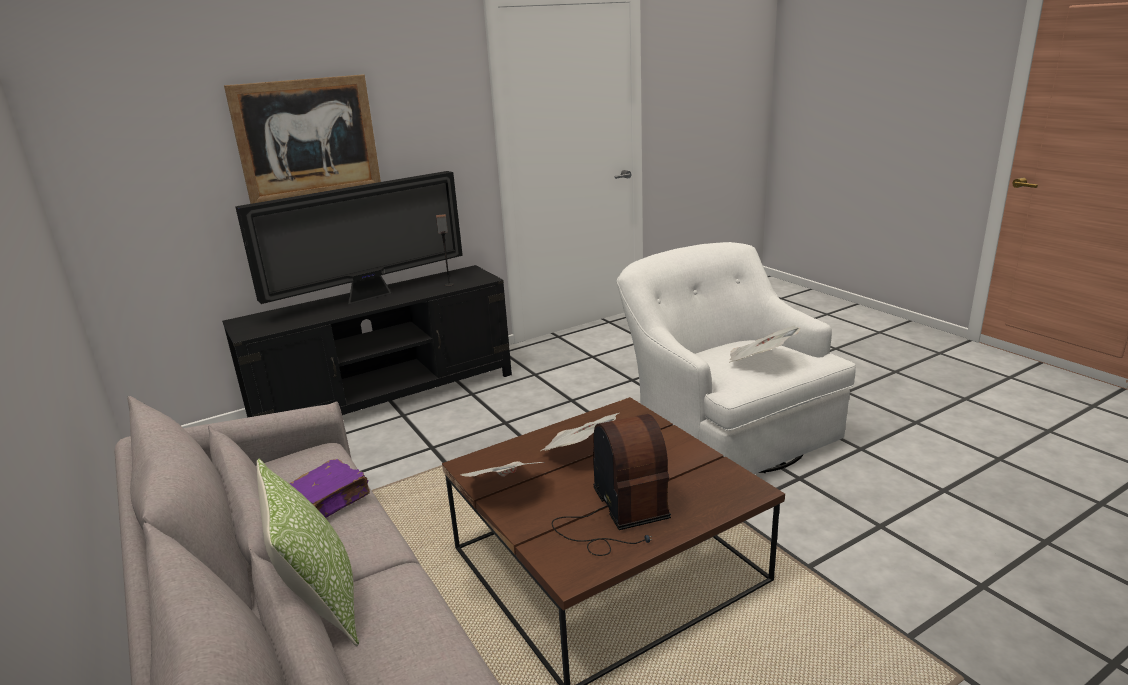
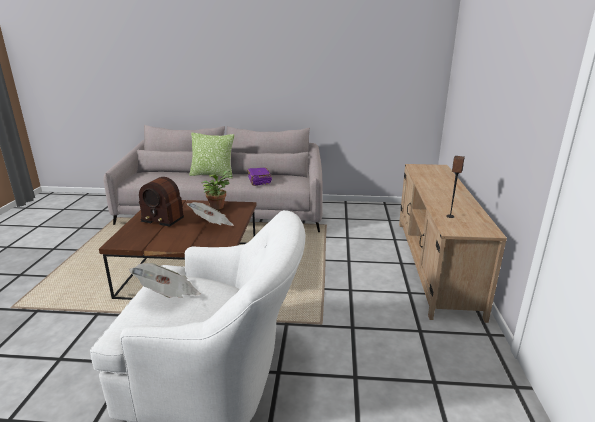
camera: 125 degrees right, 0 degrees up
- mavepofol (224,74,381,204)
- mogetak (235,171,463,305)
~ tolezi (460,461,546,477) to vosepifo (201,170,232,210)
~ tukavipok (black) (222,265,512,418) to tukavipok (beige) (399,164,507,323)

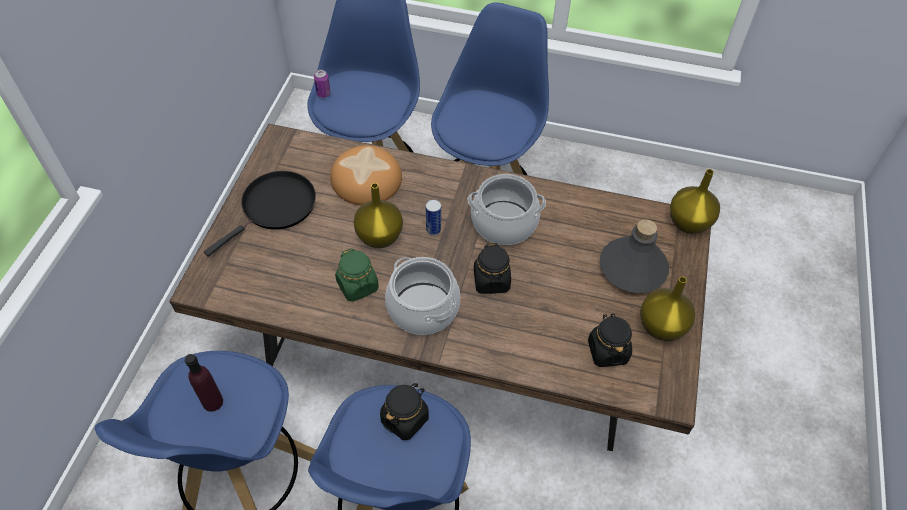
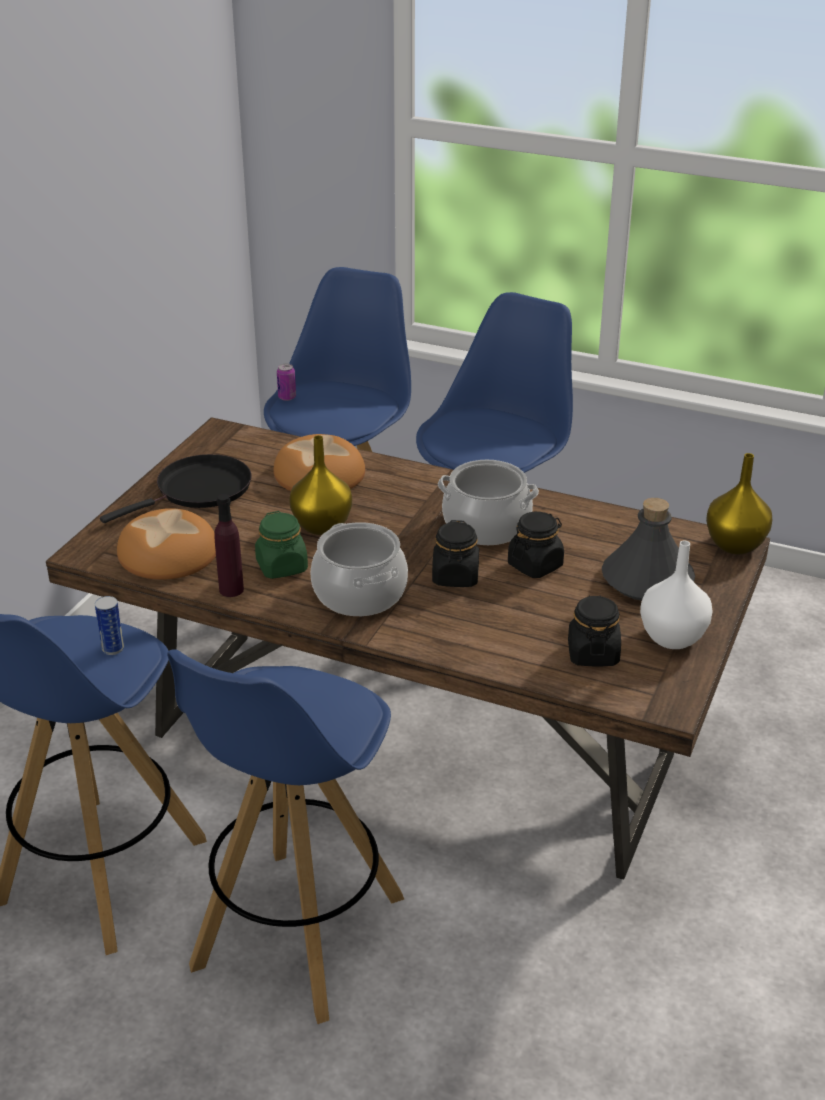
camera: 10 degrees right, 20 degrees down
+ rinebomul (117,508,216,580)
~ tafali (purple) (185,354,223,412) to (214,494,244,597)
~ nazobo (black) (380,383,429,440) to (508,512,564,578)
~ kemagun (426,200,441,236) to (95,596,124,655)
~ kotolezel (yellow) (640,276,695,341) to kotolezel (white) (640,540,713,649)

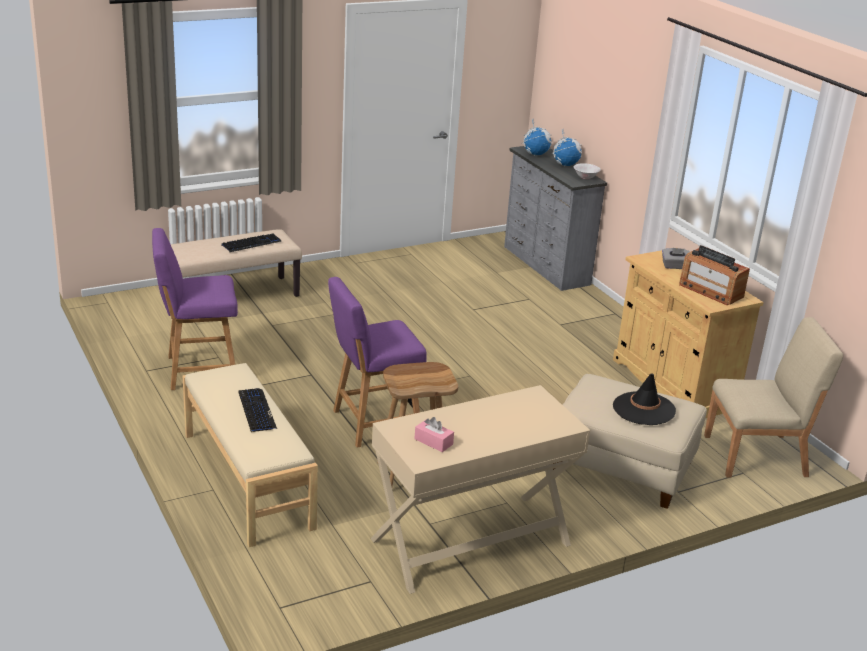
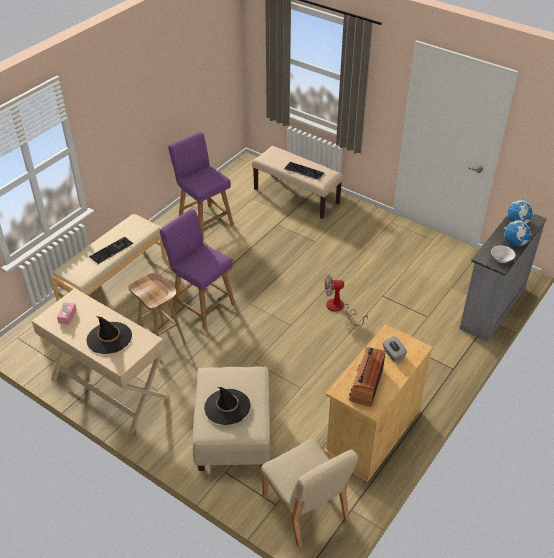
camera: 65 degrees right, 15 degrees up
+ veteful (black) (87,316,132,354)
+ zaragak (325,274,368,326)

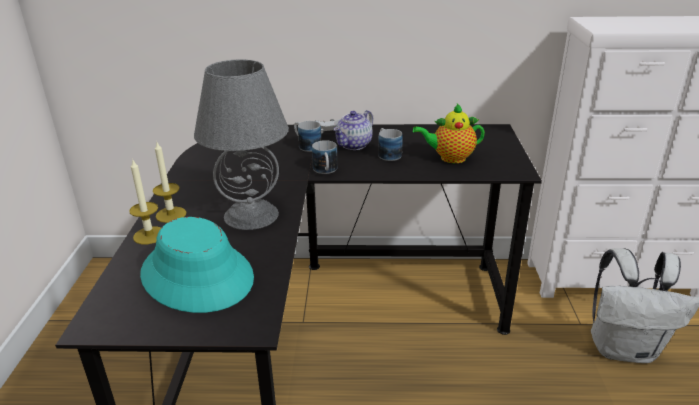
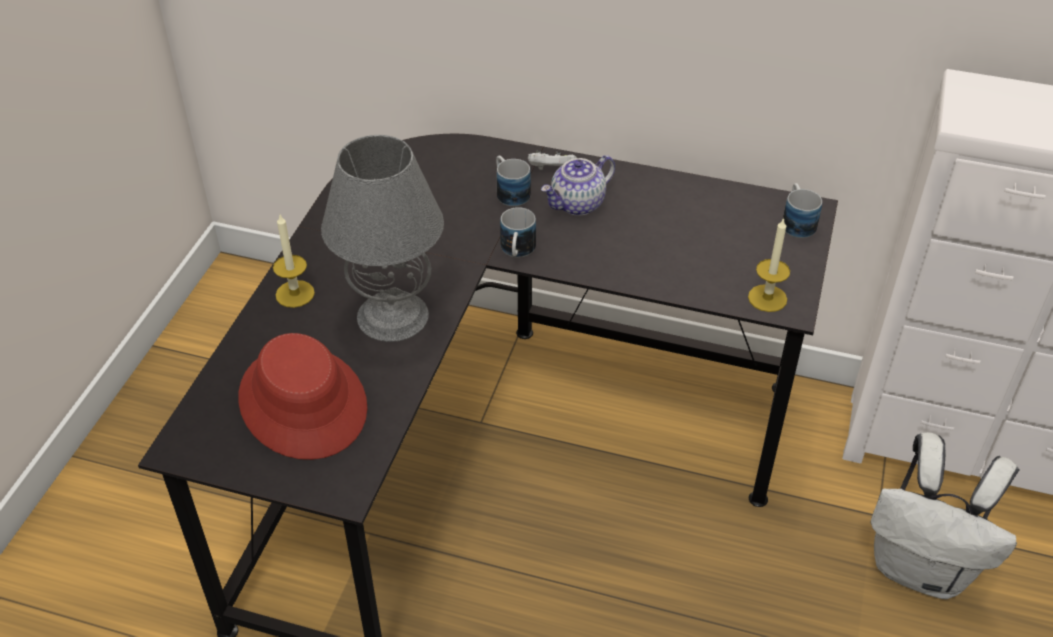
camera: 15 degrees right, 15 degrees up
- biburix (413,104,485,163)
~ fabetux (129,160,161,244) to (748,218,790,312)
~ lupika (378,128,403,161) to (783,183,822,238)
~ veteful (turquoise) (140,217,254,313) to veteful (red) (238,333,367,460)

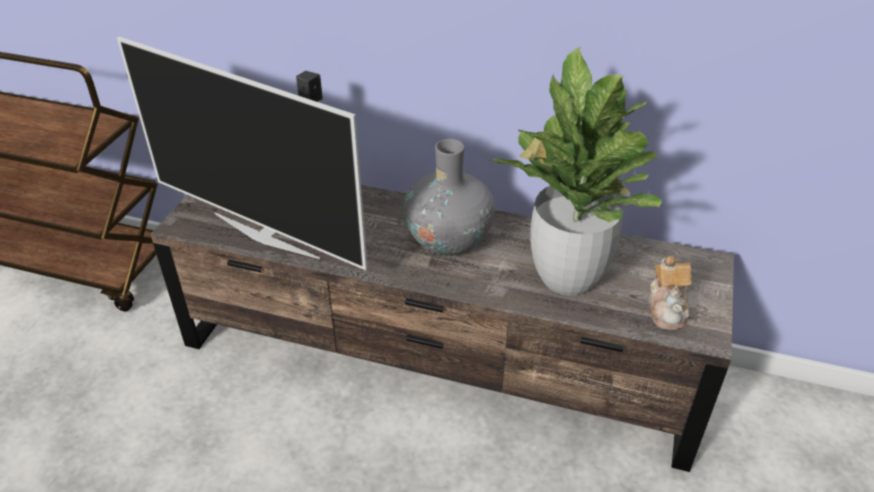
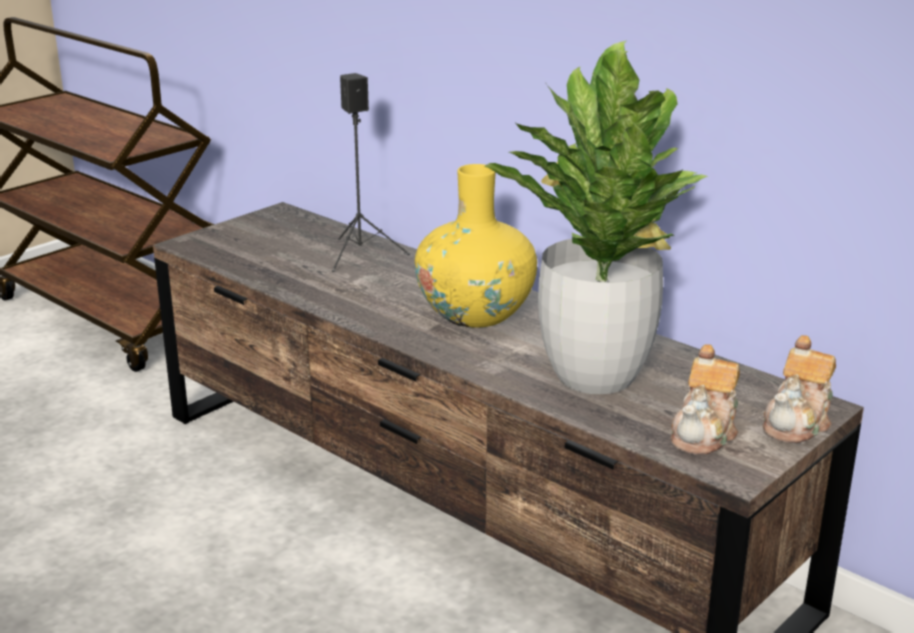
camera: 25 degrees right, 15 degrees down
- mogetak (117,37,368,270)
+ biburix (763,335,836,443)
~ kotolezel (grey) (403,139,495,256) to kotolezel (yellow) (415,164,537,328)

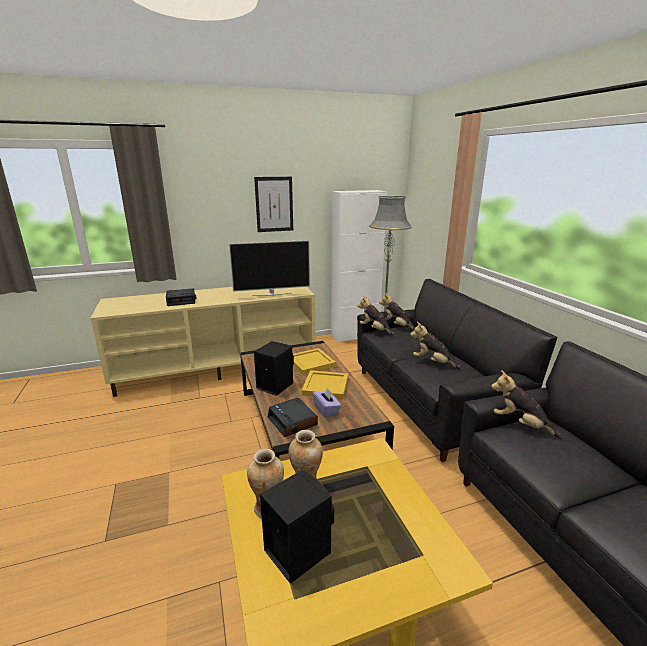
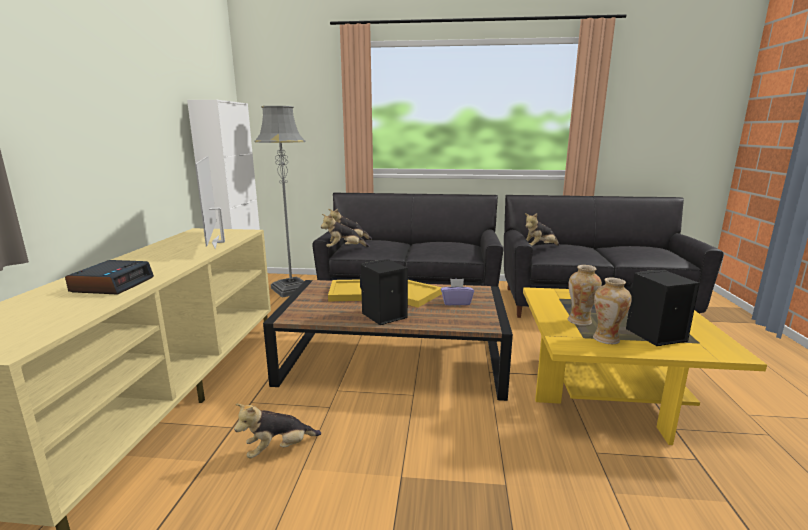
camera: 65 degrees left, 5 degrees down
- mavepofol (254,177,293,232)
- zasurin (268,398,318,437)
~ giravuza (410,322,462,370) to (234,404,321,459)
~ mogetak (229,240,310,296) = (195,156,225,249) 150 degrees clockwise

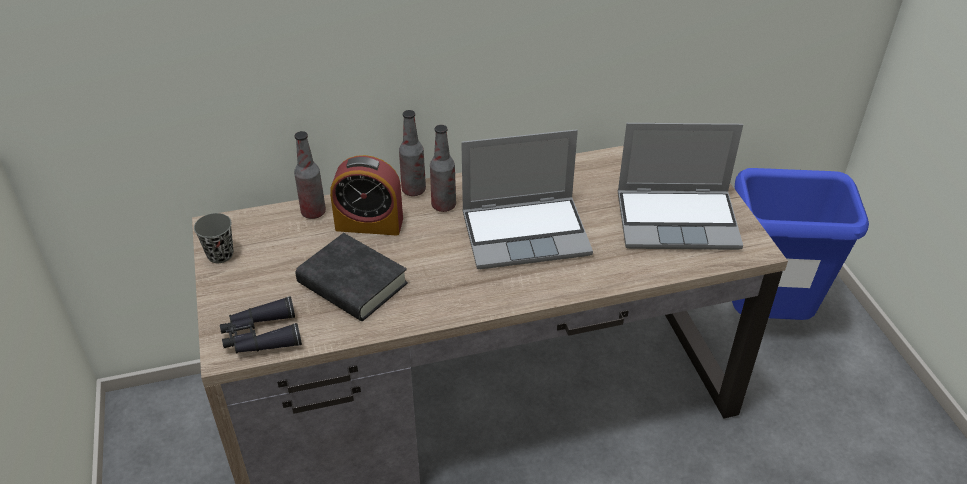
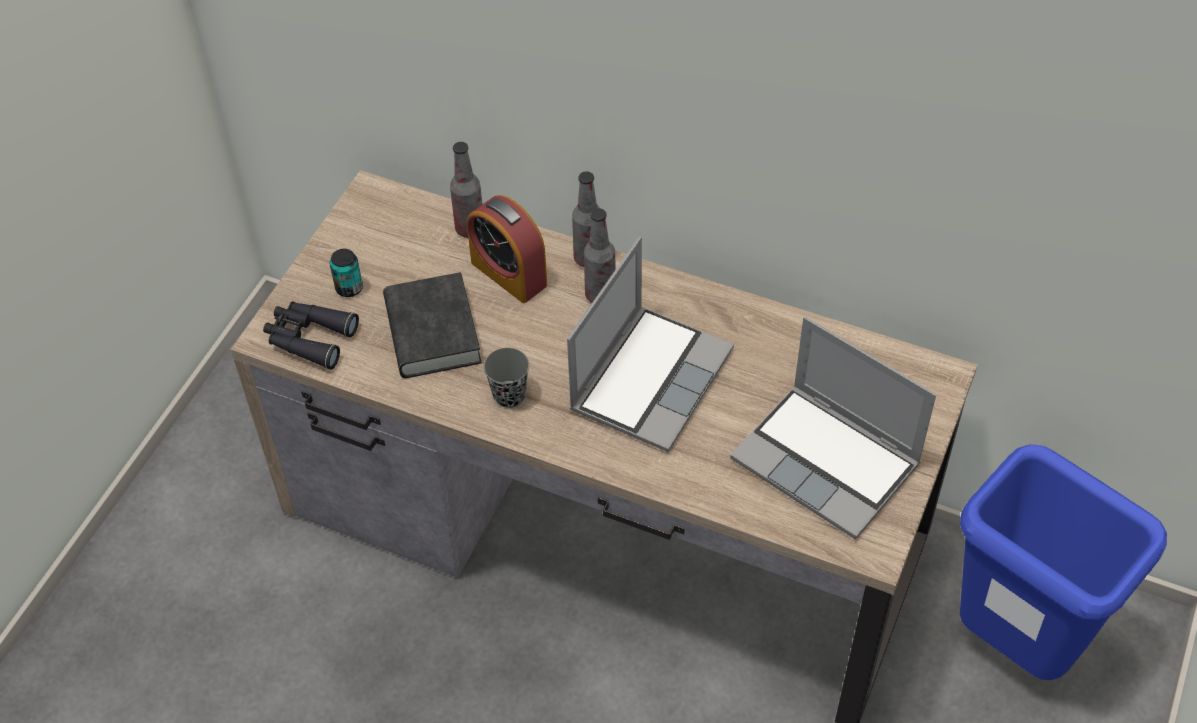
camera: 40 degrees right, 10 degrees up
+ kemagun (330,249,363,297)
~ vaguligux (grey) (194,213,233,263) to (484,347,529,408)
~ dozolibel (461,129,593,269) = (567,237,734,452) 90 degrees counterclockwise

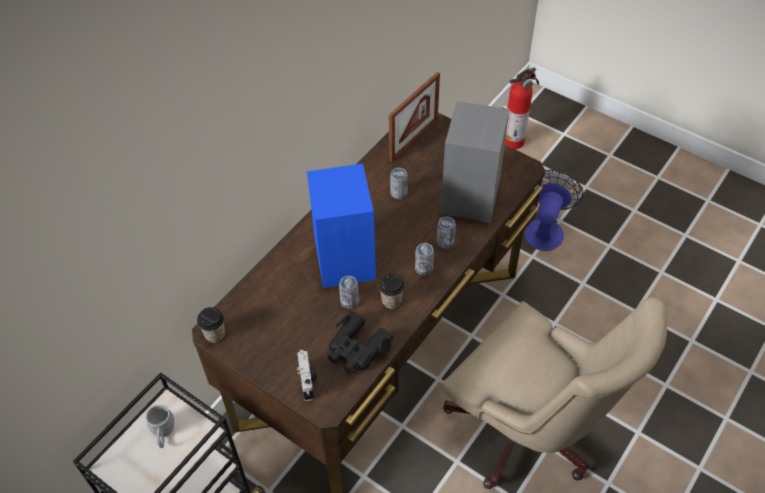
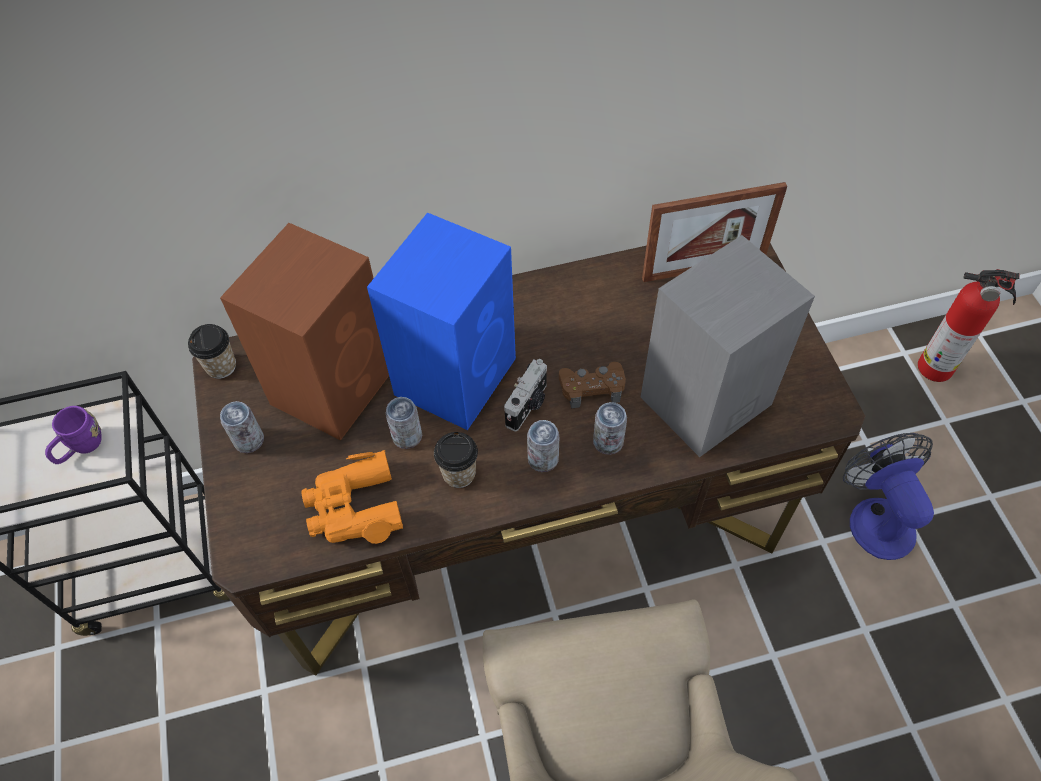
camera: 40 degrees right, 5 degrees up
+ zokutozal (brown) (220,223,389,440)
+ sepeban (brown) (559,362,626,409)
~ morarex (297,350,317,401) to (504,359,547,432)
~ kemagun (390,168,408,199) to (220,401,264,453)
~ lupika (grey) (146,404,174,448) to lupika (purple) (45,406,102,464)
~ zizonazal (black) (328,311,394,373) to zizonazal (orange) (301,450,403,544)
~ zaragak (525,170,583,251) = (843,433,934,560) 75 degrees counterclockwise

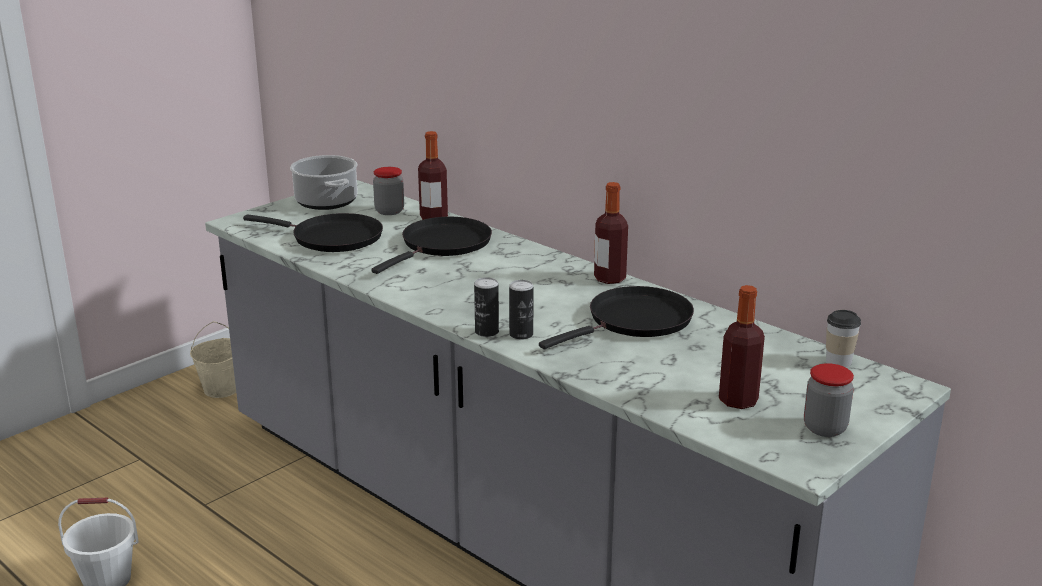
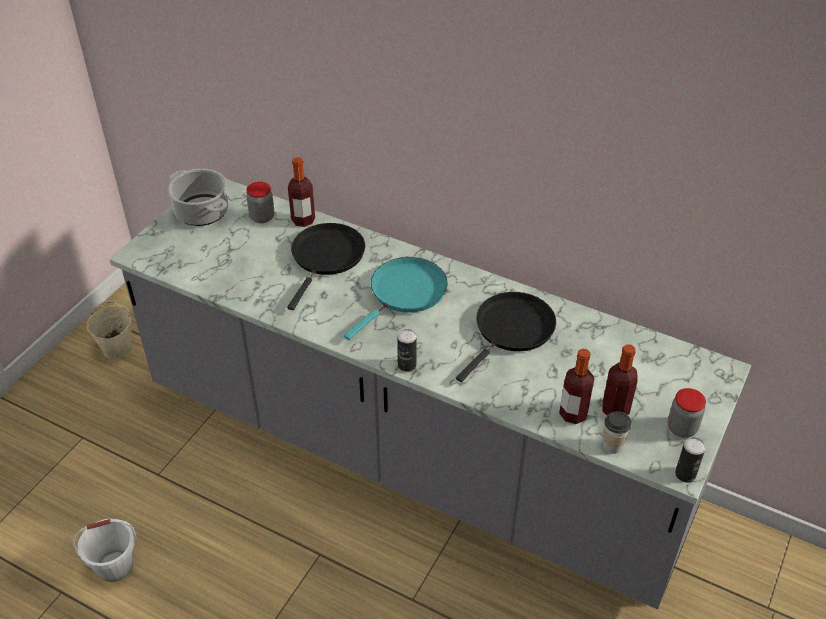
camera: 15 degrees left, 20 degrees up
- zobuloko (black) (243,213,383,252)
+ zobuloko (turquoise) (344,257,448,340)
~ kemagun (509,280,534,340) to (675,437,705,483)
~ tafali (594,182,628,284) to (559,349,594,424)
~ vaguligux (826,310,861,368) to (603,411,632,454)

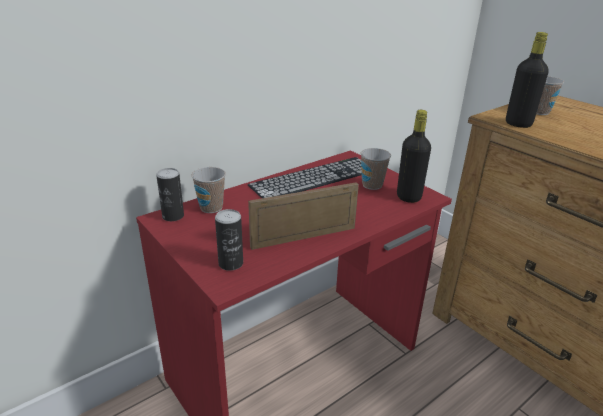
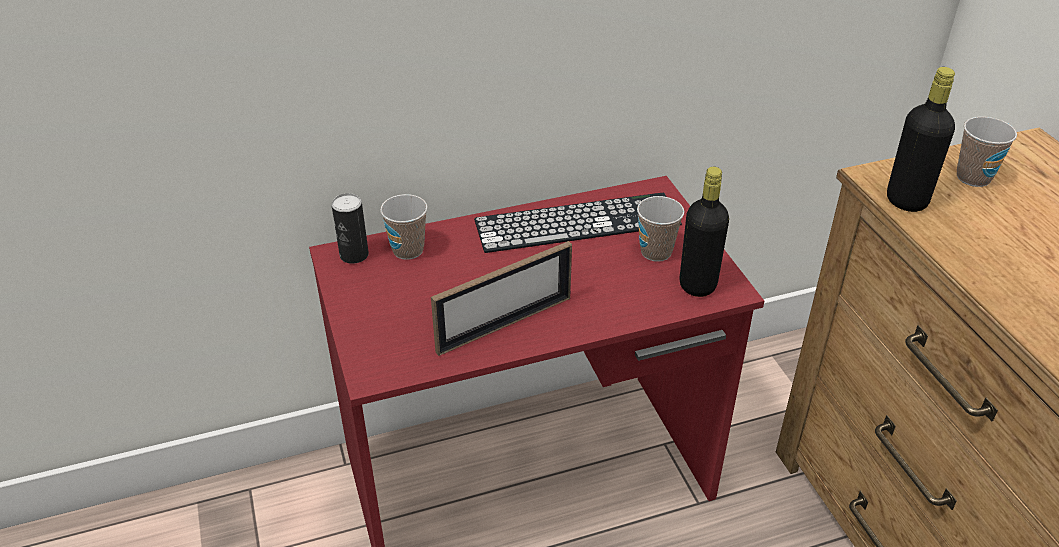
camera: 20 degrees right, 10 degrees up
- kemagun (215,209,243,271)
~ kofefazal (248,182,359,250) = (431,241,572,356) 150 degrees clockwise

